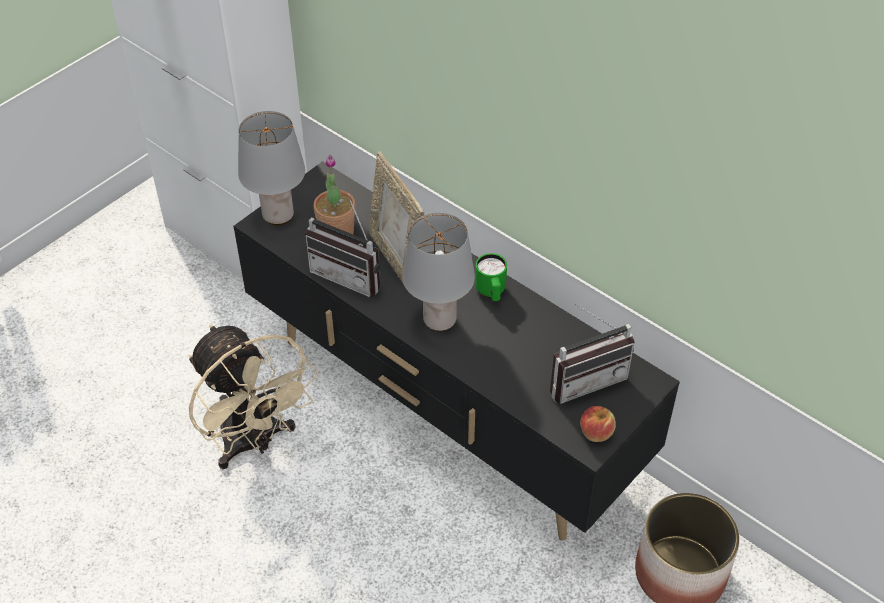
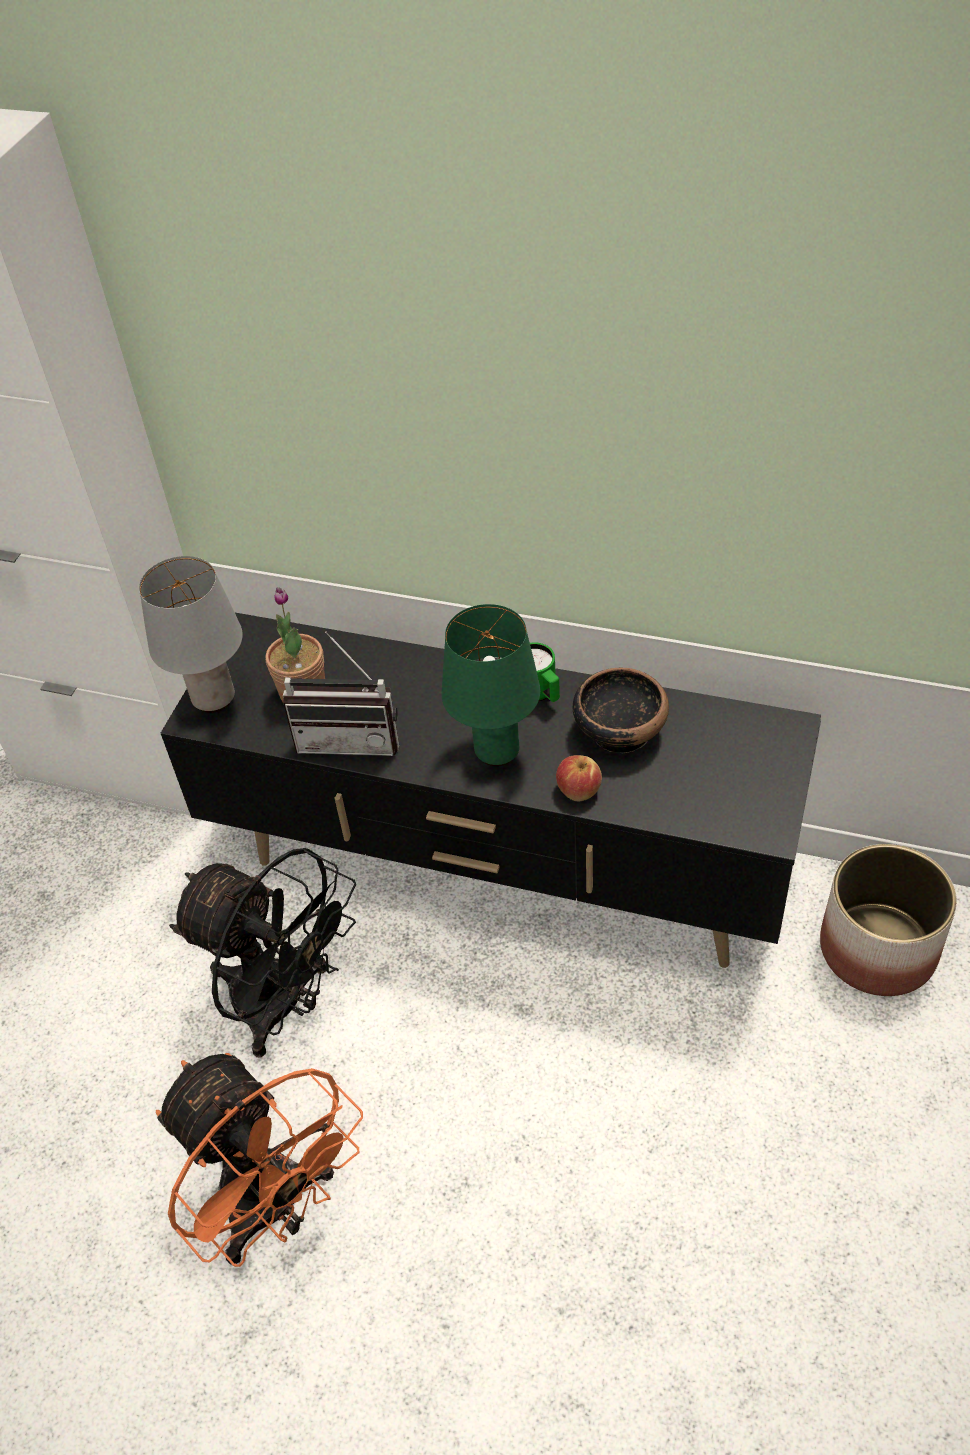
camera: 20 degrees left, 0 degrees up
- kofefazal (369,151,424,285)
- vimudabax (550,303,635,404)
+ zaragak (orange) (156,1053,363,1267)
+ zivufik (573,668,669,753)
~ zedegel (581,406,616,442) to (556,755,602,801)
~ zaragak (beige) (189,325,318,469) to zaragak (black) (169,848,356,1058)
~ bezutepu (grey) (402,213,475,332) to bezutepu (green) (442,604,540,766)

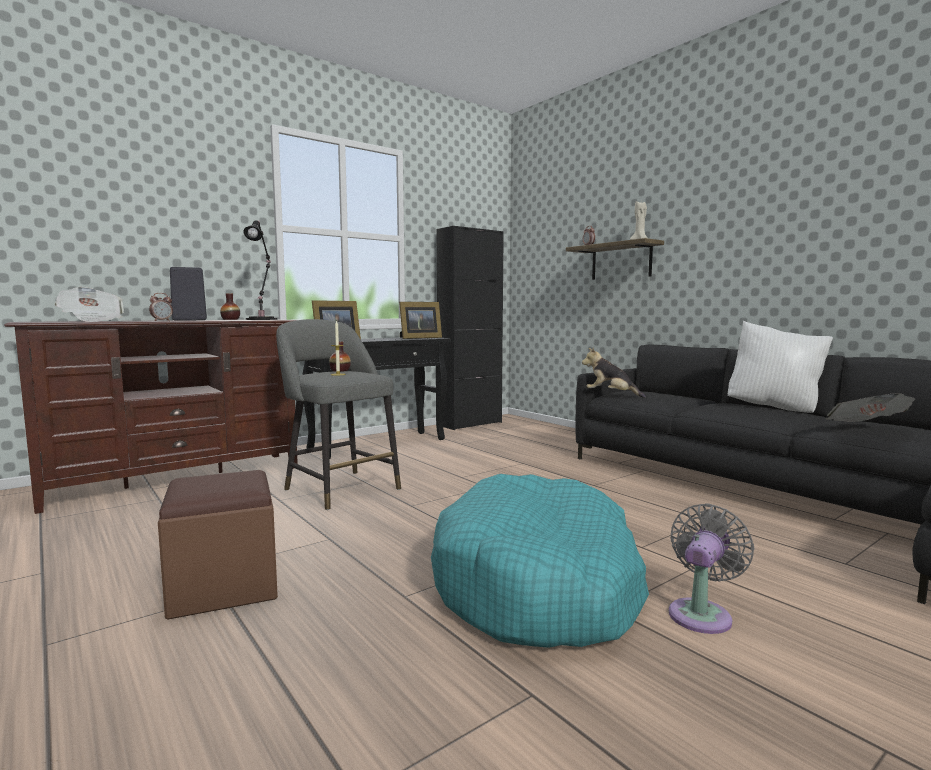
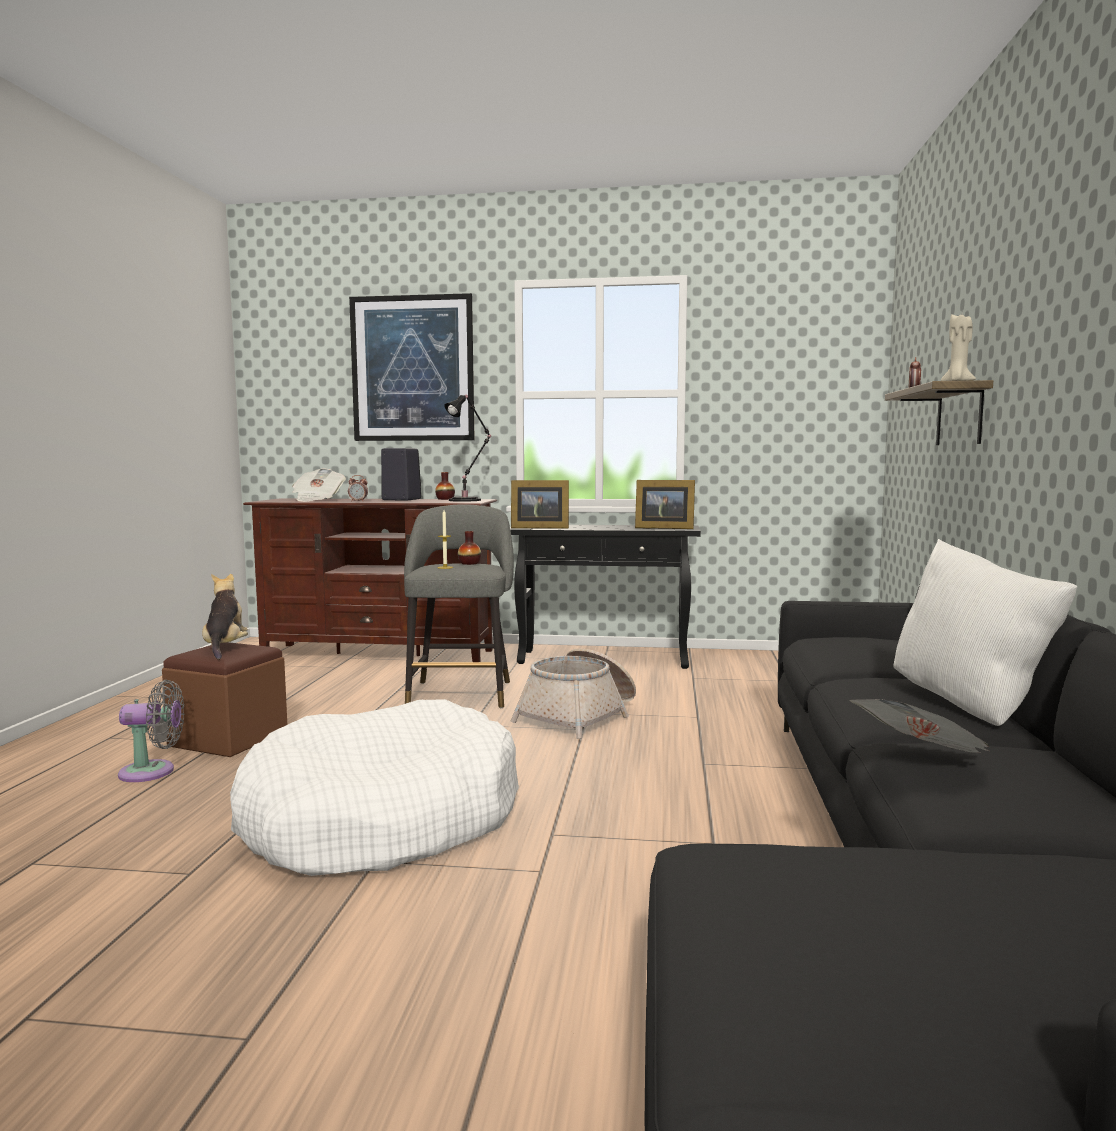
camera: 45 degrees right, 0 degrees up
- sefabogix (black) (437,226,504,430)
+ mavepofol (349,293,475,441)
+ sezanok (511,648,636,739)
~ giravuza (582,348,646,398) to (202,574,248,660)
~ zaragak (grey) (669,503,754,634) to (118,680,184,782)
~ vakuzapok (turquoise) (431,474,649,648) to vakuzapok (white) (230,699,519,876)

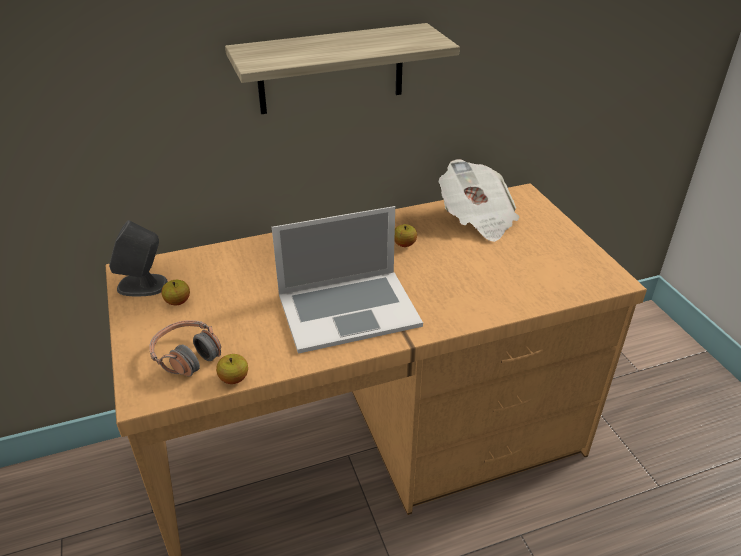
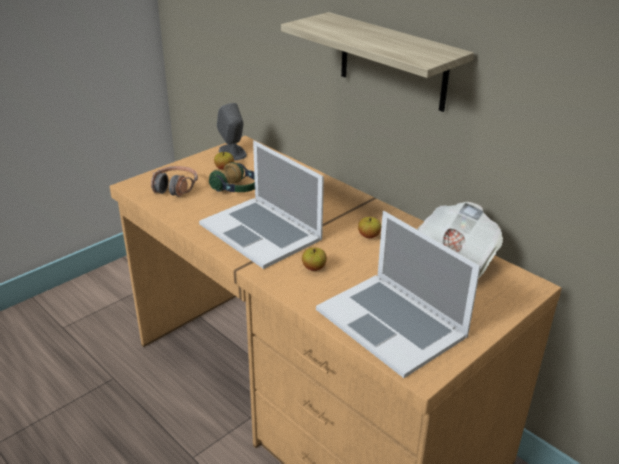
camera: 65 degrees right, 5 degrees down
+ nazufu (209,162,255,192)
+ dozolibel (316,211,481,378)
~ zedegel (216,354,248,384) to (302,247,327,271)

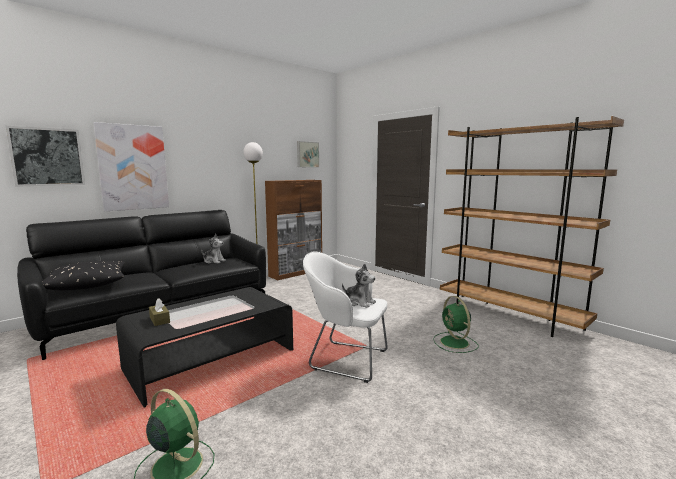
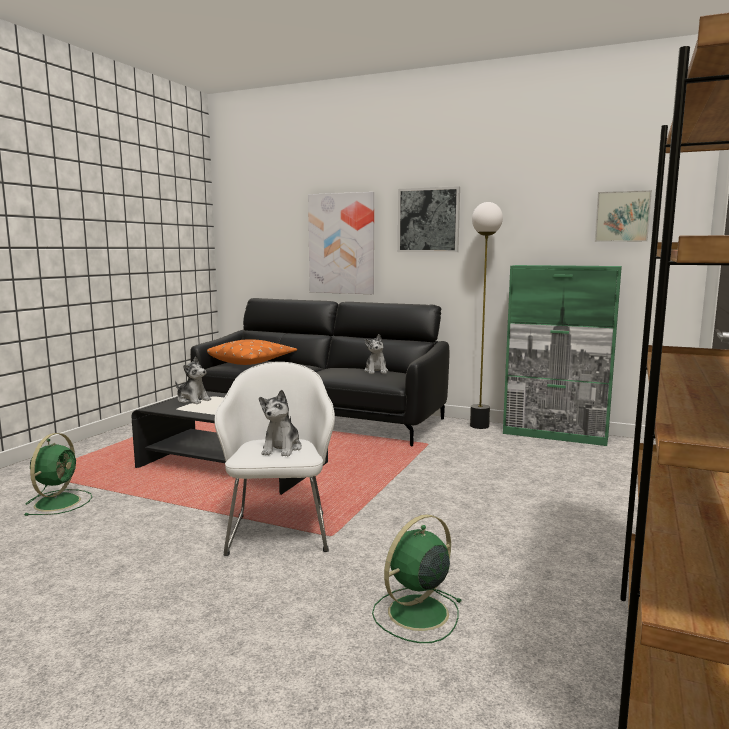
camera: 65 degrees right, 0 degrees up
~ mavepofol (6,126,85,187) to (398,186,460,252)
~ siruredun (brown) (149,299,170,326) to giravuza (175,357,211,404)
~ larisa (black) (42,261,125,290) to larisa (orange) (207,339,297,365)
~ sefabogix (brown) (265,180,322,280) to sefabogix (green) (503,265,622,446)

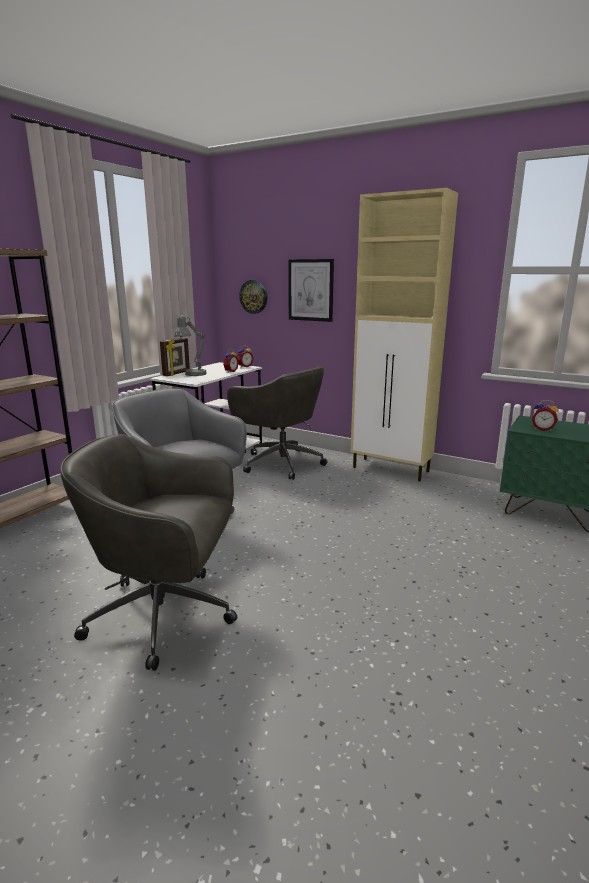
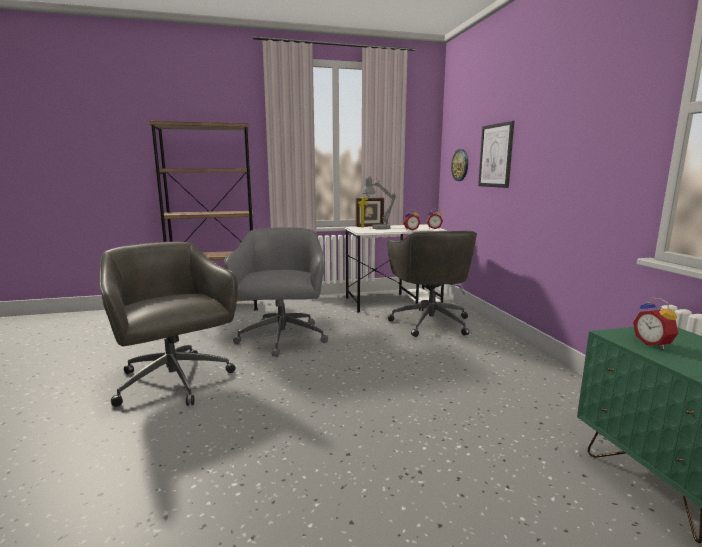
camera: 45 degrees right, 5 degrees down
- sefabogix (beige) (351,188,458,481)

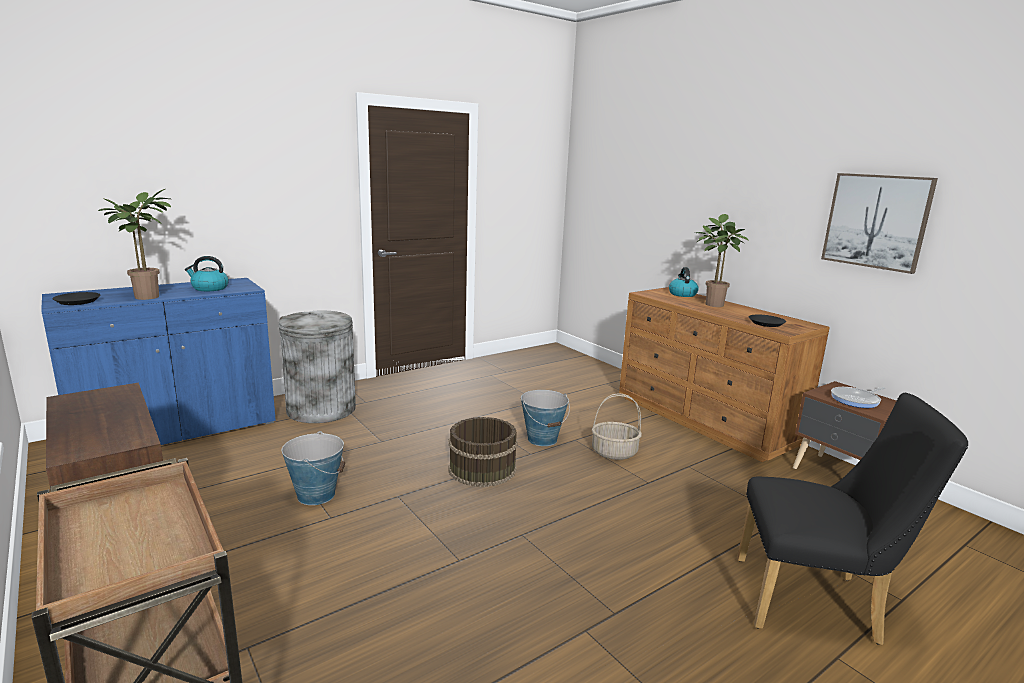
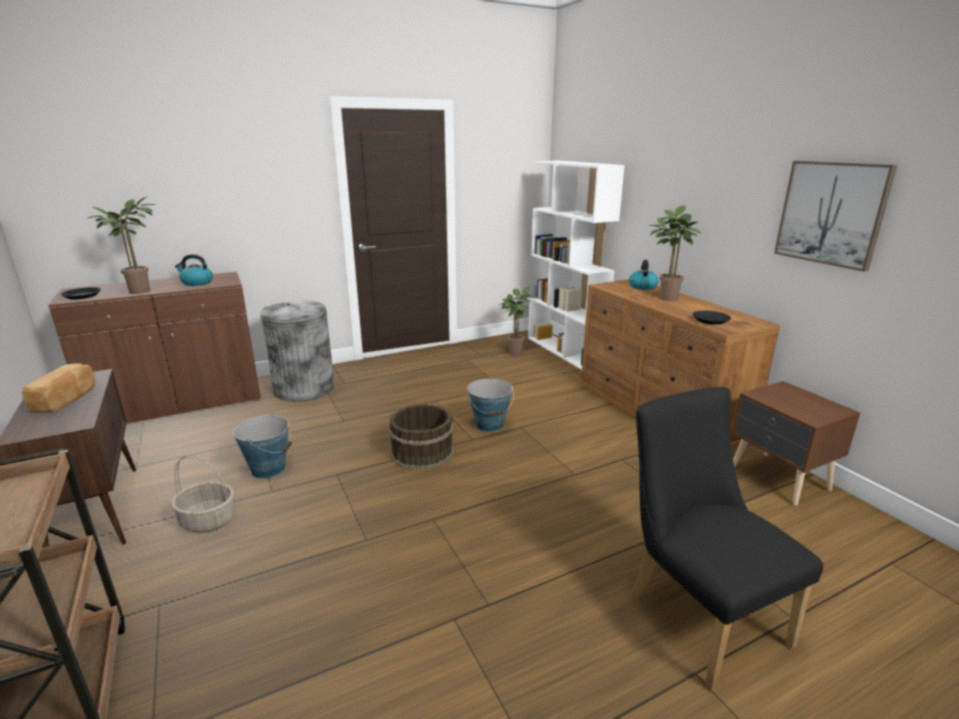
camera: 10 degrees right, 5 degrees up
- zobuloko (831,387,886,408)
+ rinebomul (22,364,95,413)
+ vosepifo (499,286,534,356)
+ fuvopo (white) (528,161,625,370)
~ sezanok (592,393,642,460) to (171,455,235,533)
~ sefabogix (blue) (41,278,276,445) to sefabogix (brown) (48,272,261,424)
~ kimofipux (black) (737,393,968,645) = (630,387,823,691) 135 degrees counterclockwise

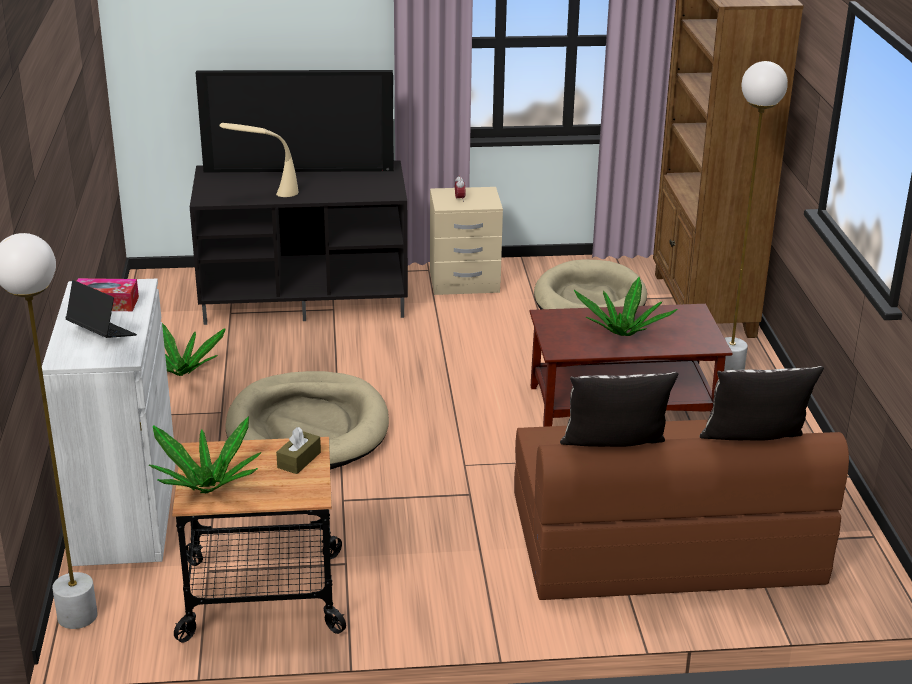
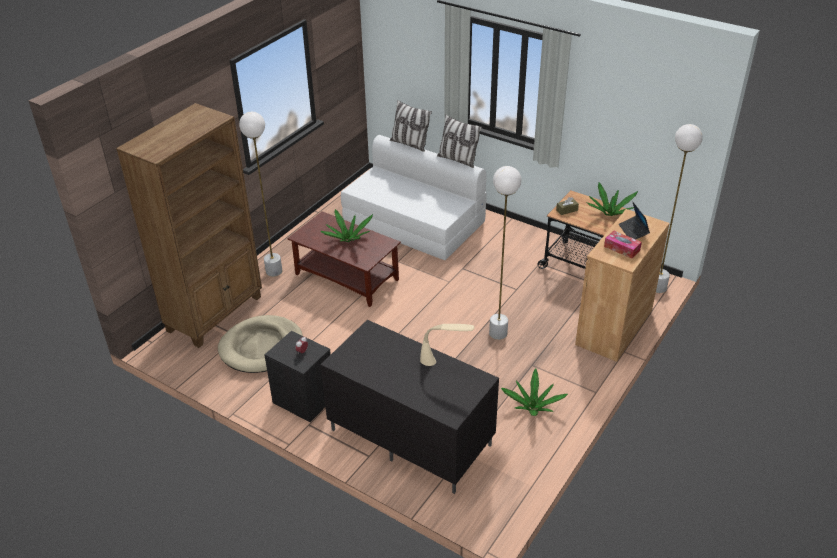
camera: 140 degrees left, 10 degrees up
- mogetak (196,70,394,172)
~ vakuzapok (beige) (226,371,389,469) to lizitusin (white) (489,166,521,340)
~ sefabogix (white) (42,279,176,566) to sefabogix (brown) (575,209,670,362)
~ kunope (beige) (430,187,503,295) to kunope (black) (265,331,331,422)
~ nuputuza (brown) (514,420,849,600) to nuputuza (white) (341,135,487,260)

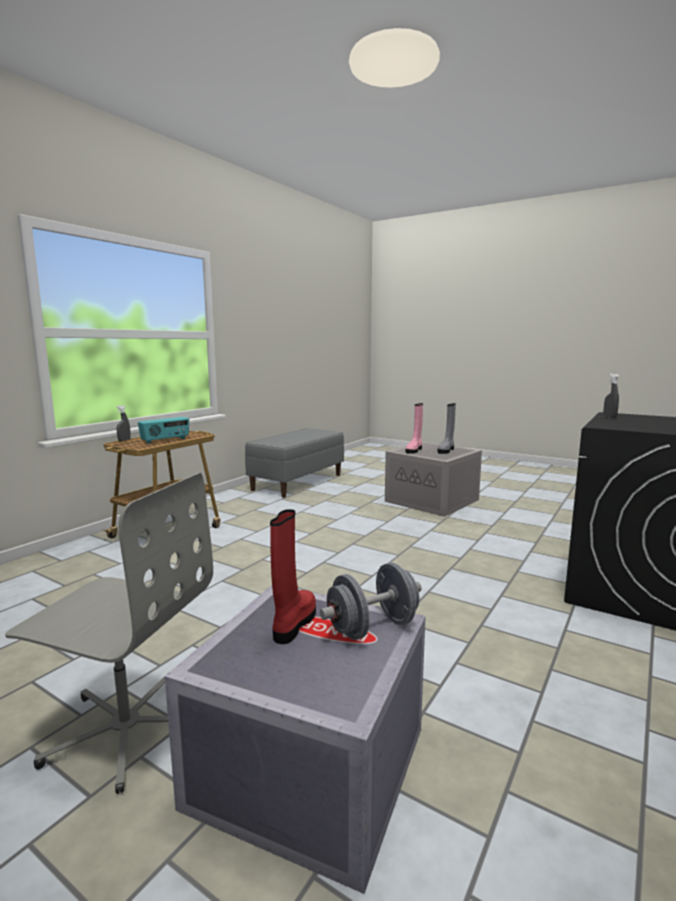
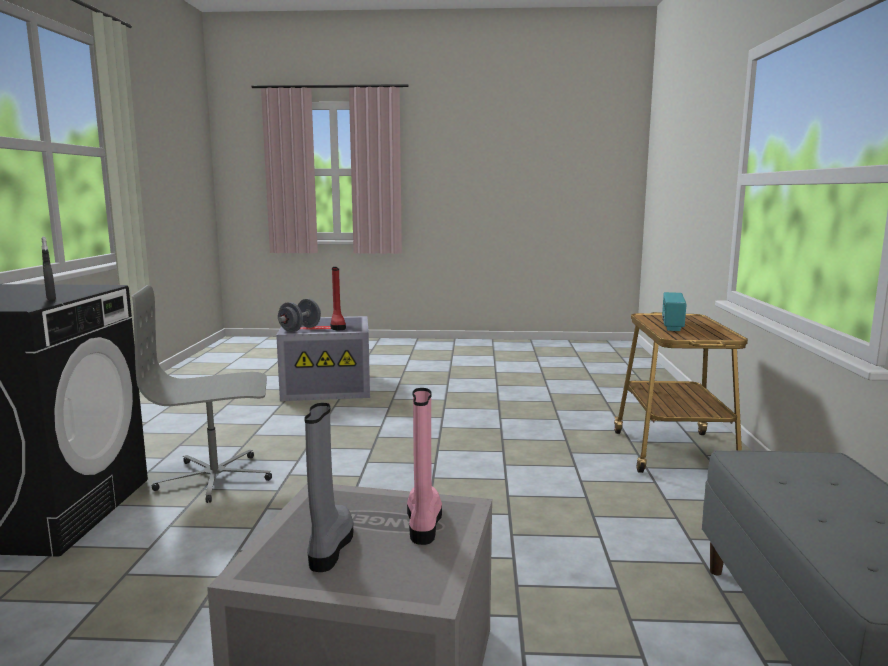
camera: 150 degrees right, 0 degrees up
- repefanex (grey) (116,405,131,441)
~ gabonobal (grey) (5,473,213,794) to (132,285,272,503)

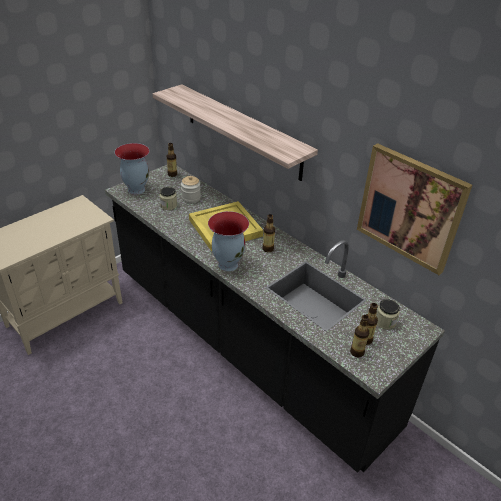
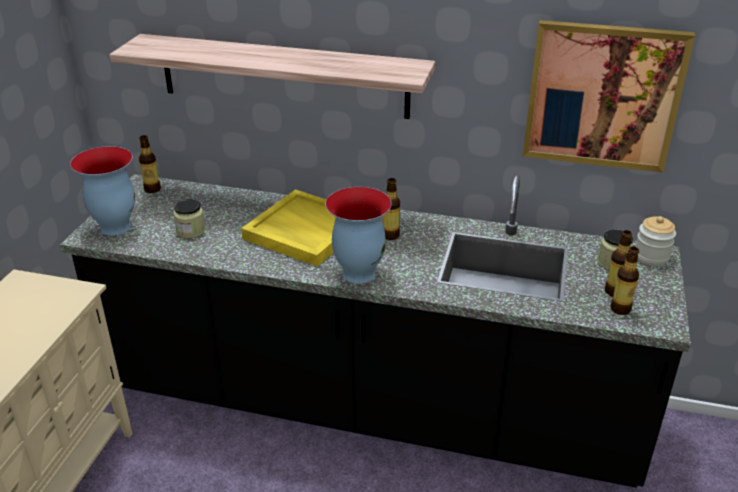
camera: 30 degrees left, 5 degrees down
~ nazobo (181,176,201,203) to (635,216,676,266)

